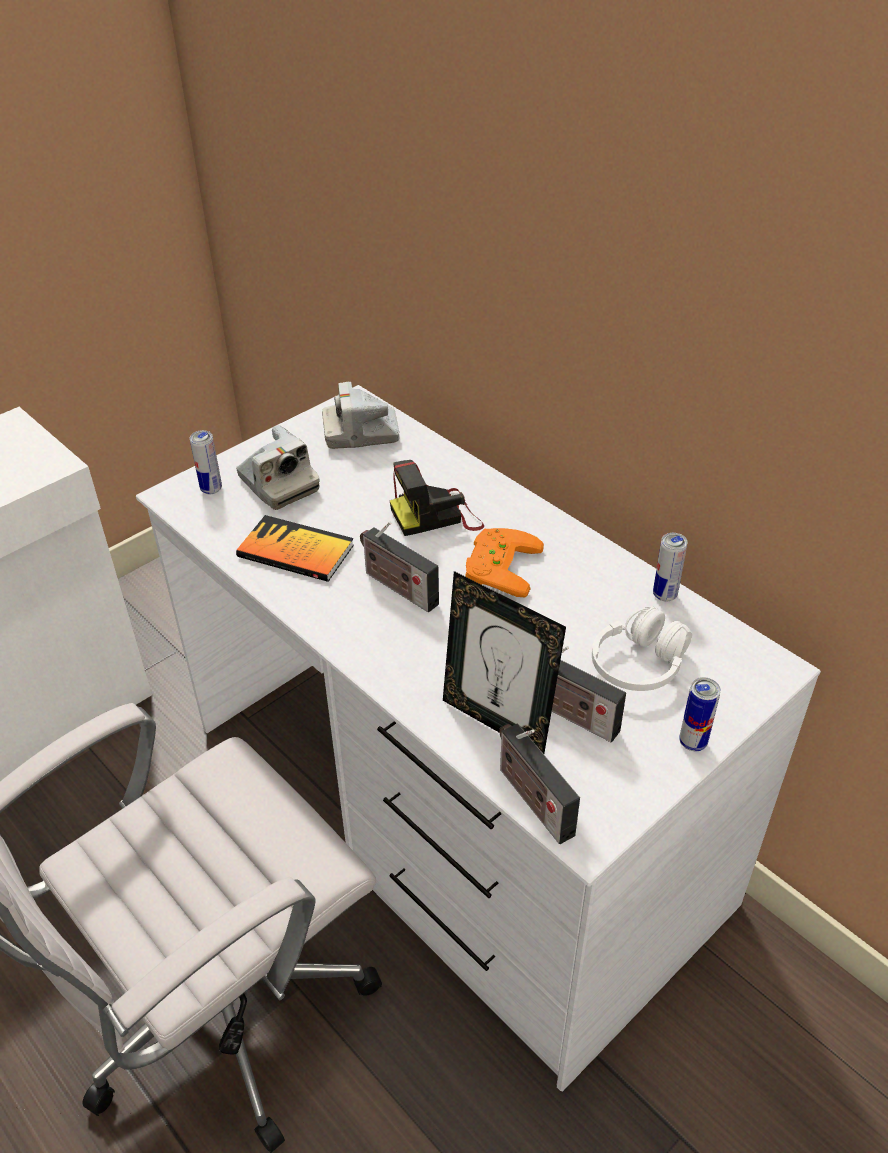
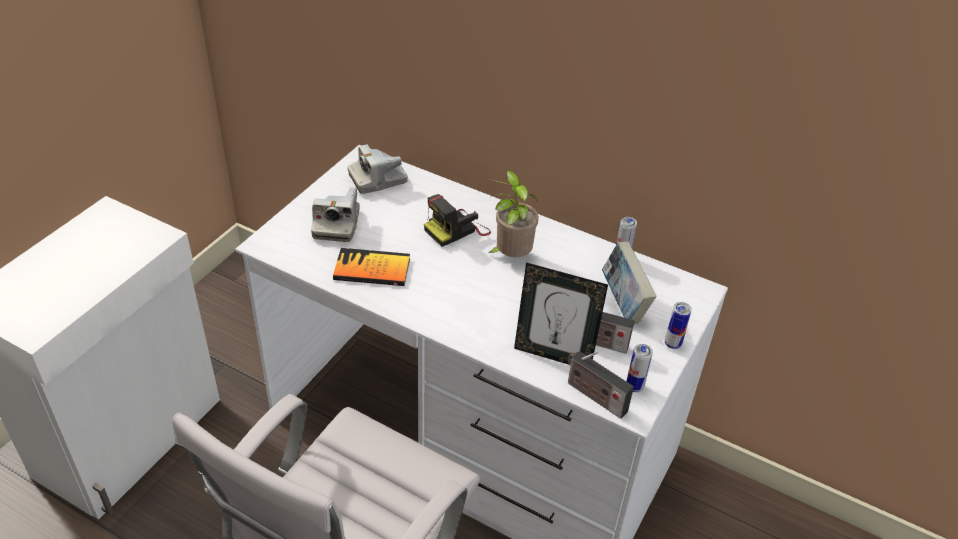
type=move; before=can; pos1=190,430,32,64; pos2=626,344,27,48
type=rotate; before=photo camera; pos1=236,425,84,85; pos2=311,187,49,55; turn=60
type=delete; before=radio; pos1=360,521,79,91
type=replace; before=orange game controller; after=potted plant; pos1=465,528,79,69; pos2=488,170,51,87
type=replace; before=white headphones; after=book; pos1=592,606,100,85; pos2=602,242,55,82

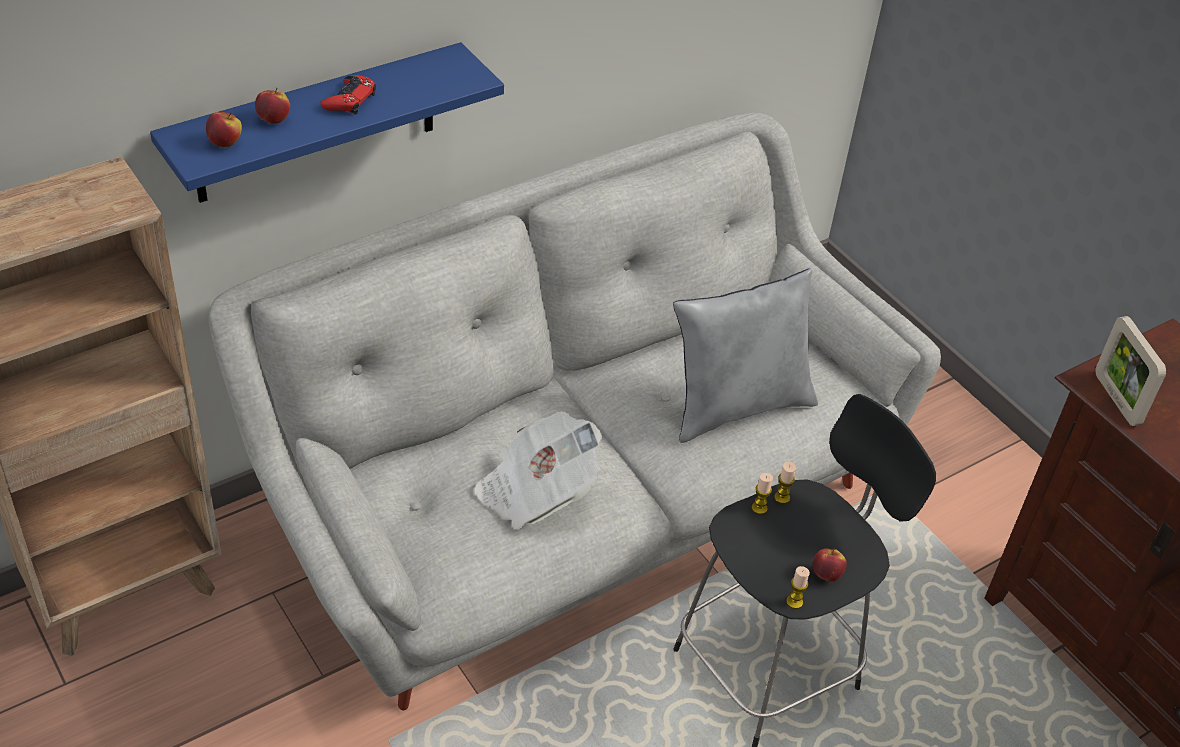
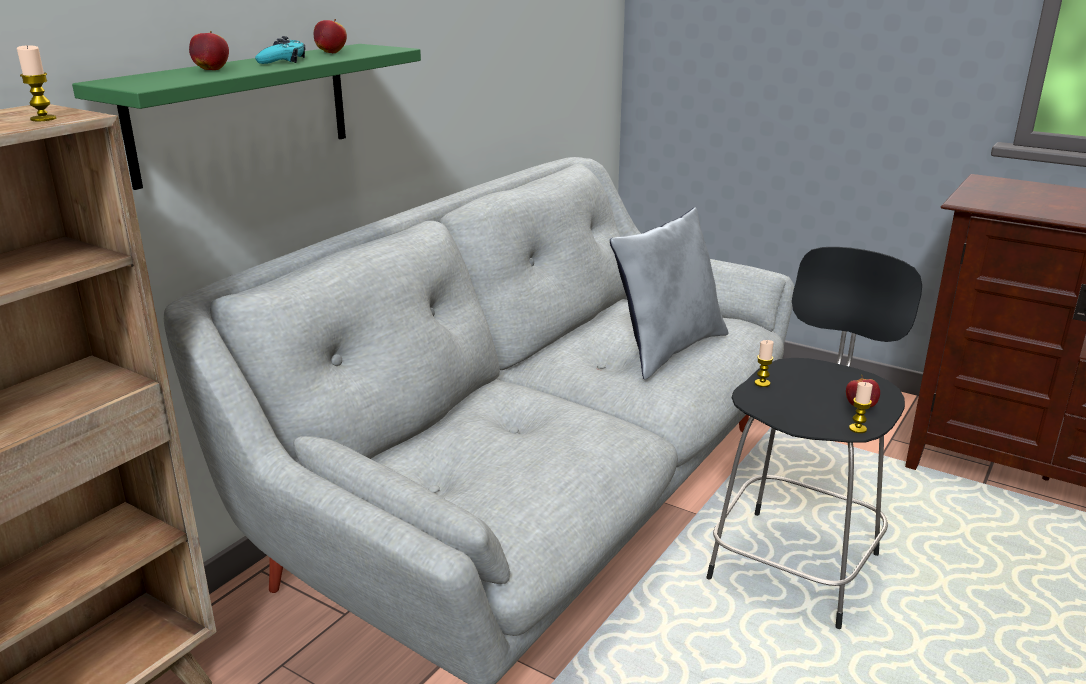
type=recolor; before=blue shelf; after=green shelf; pos1=150,42,354,161; pos2=72,44,349,146
type=move; before=apple; pos1=206,112,36,35; pos2=314,19,33,34
type=recolor; before=red game controller; after=turquoise game controller; pos1=320,75,56,40; pos2=255,36,50,28
type=delete; before=newspaper; pos1=475,411,127,119
type=move; before=candle; pos1=774,462,22,42; pos2=17,45,39,76
type=delete; before=picture frame; pos1=1096,316,70,110

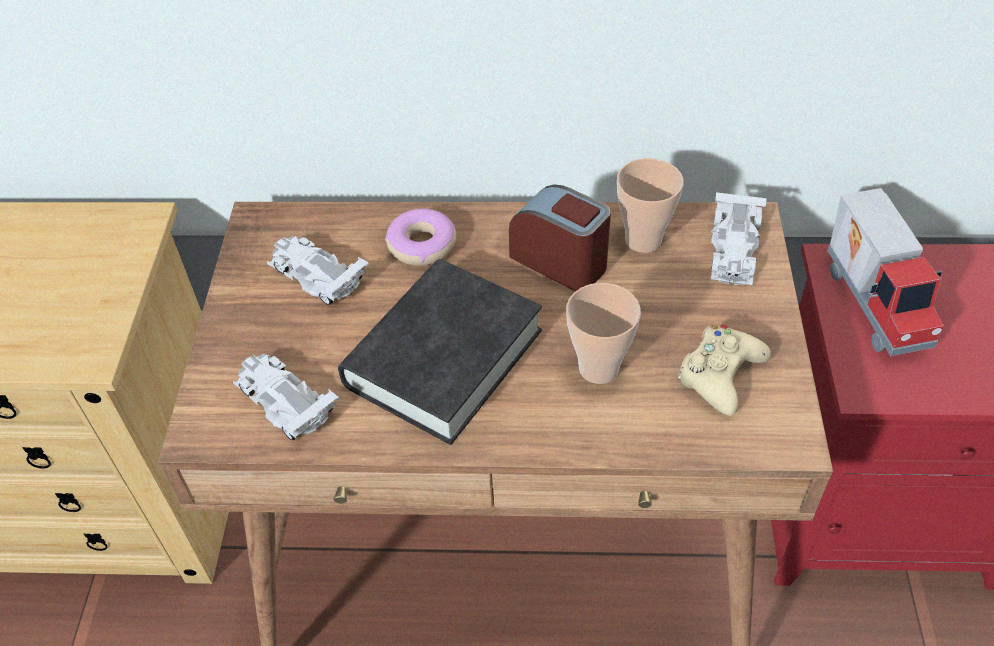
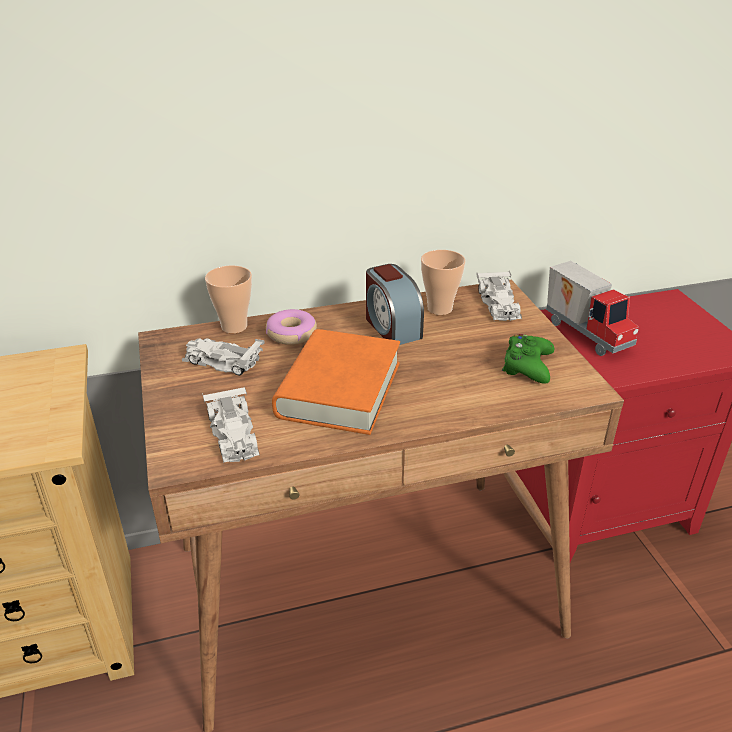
type=rotate; before=white toy car; pos1=233,354,106,86; pos2=202,386,58,77; turn=-135
type=recolor; before=black book; after=orange book; pos1=338,259,204,186; pos2=272,329,128,106
type=rotate; before=alarm clock; pos1=509,185,102,106; pos2=366,264,58,81; turn=-135
type=move; before=cup; pos1=566,283,75,101; pos2=205,265,47,68
type=recolor; before=beige game controller; after=green game controller; pos1=677,325,94,91; pos2=502,334,52,50

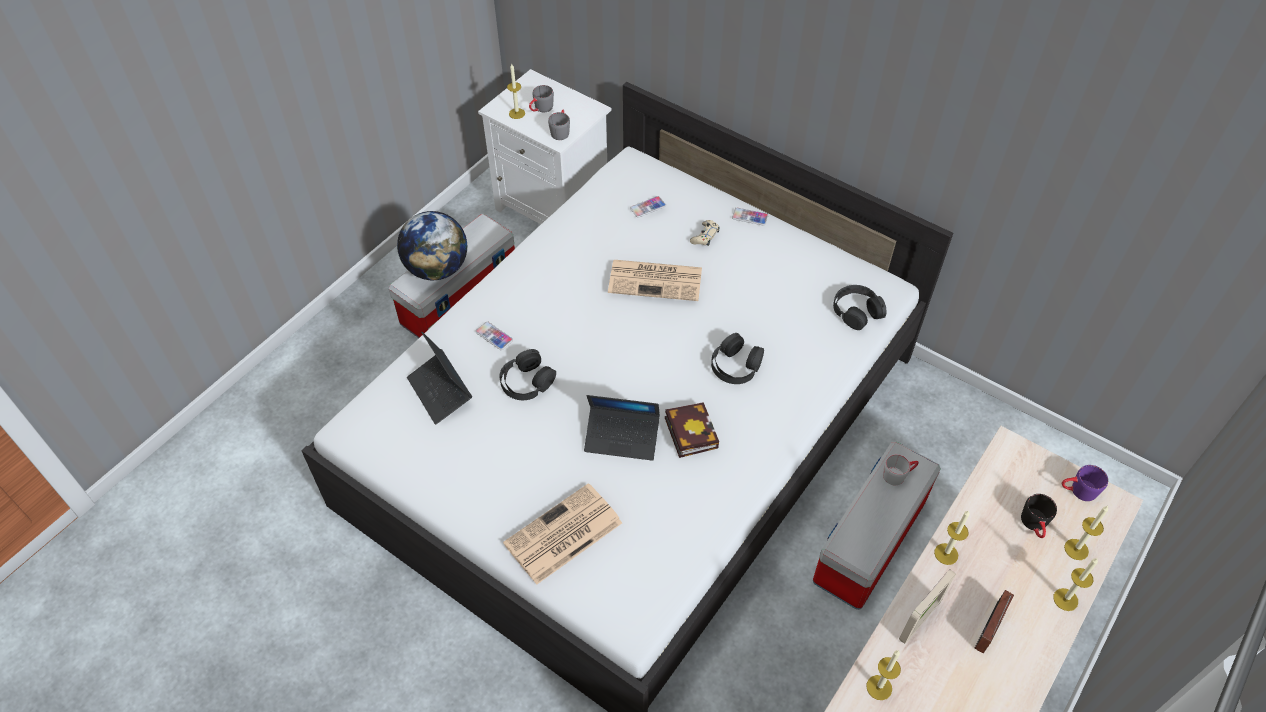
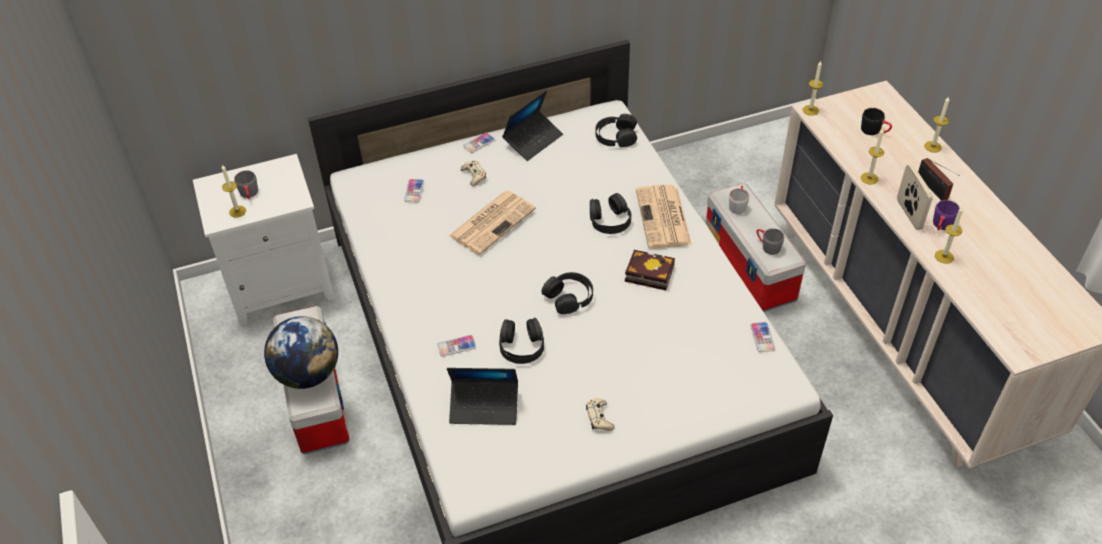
type=move; before=newspaper; pos1=503,483,119,102; pos2=636,185,56,63
type=move; before=grey mug; pos1=548,110,22,30; pos2=756,228,28,27
type=move; before=laptop; pos1=584,395,76,66; pos2=502,90,61,71
type=move; before=purple mug; pos1=1062,465,46,36; pos2=933,200,27,30
type=move; before=candle; pos1=1064,506,44,54; pos2=803,61,20,55
type=insert; after=black headphones; pos2=542,272,51,42
type=insert; after=beige game controller; pos2=586,398,29,33
type=insert; after=phone; pos2=750,322,25,30

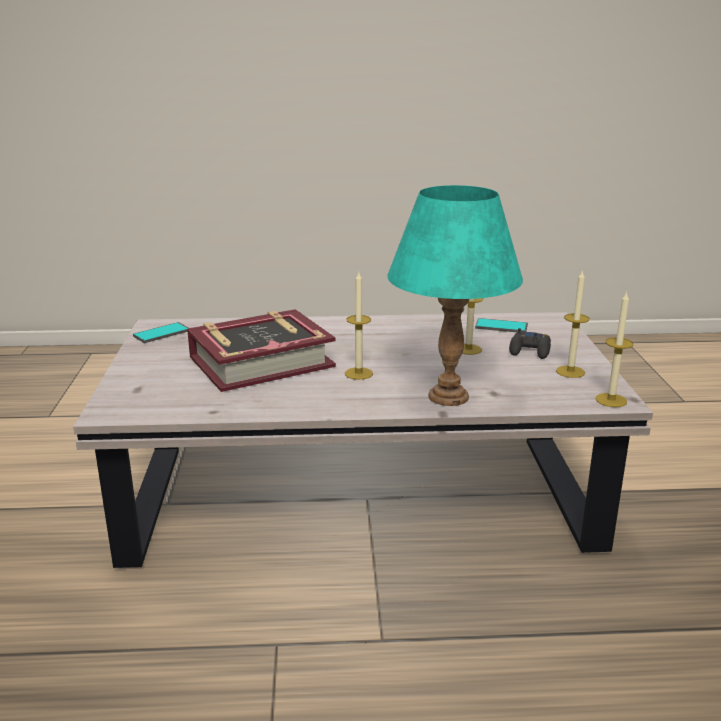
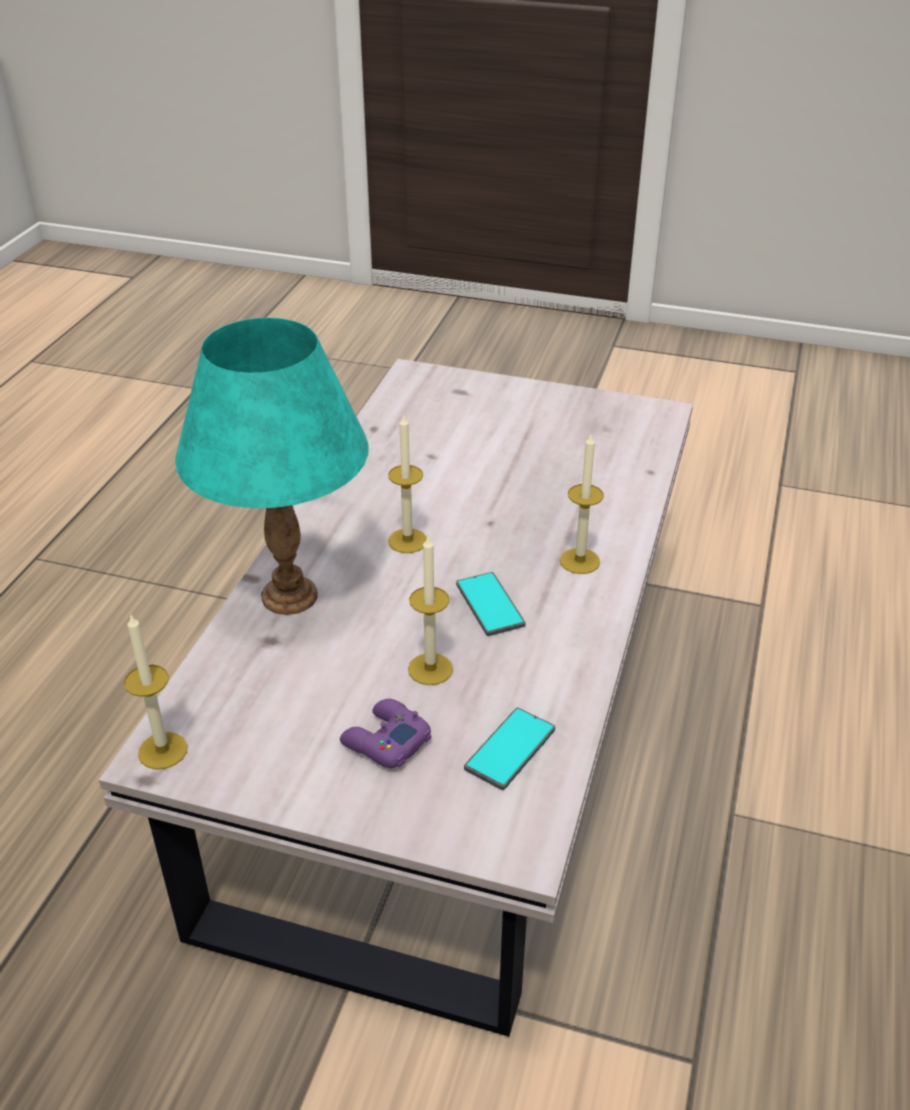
type=move; before=phone; pos1=133,322,56,21; pos2=456,572,70,64
type=delete; before=book; pos1=187,309,149,83
type=recolor; before=black game controller; after=purple game controller; pos1=509,328,42,31; pos2=340,699,91,69
type=move; before=candle; pos1=556,269,34,109; pos2=560,434,44,140

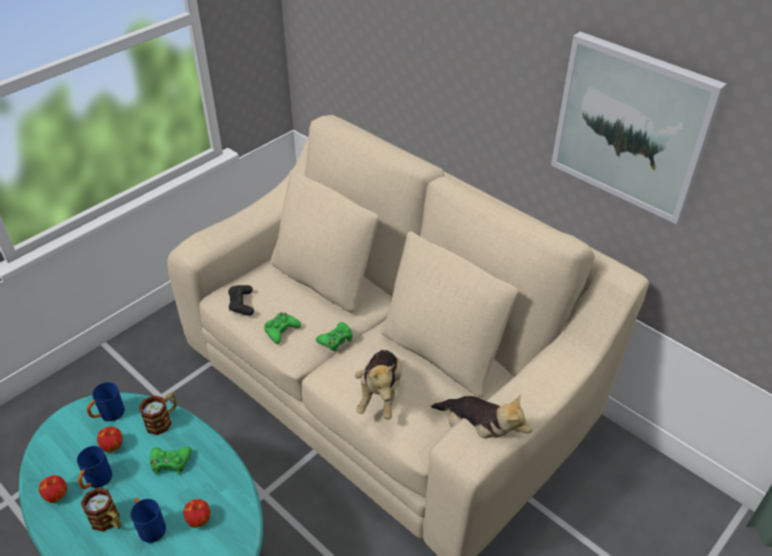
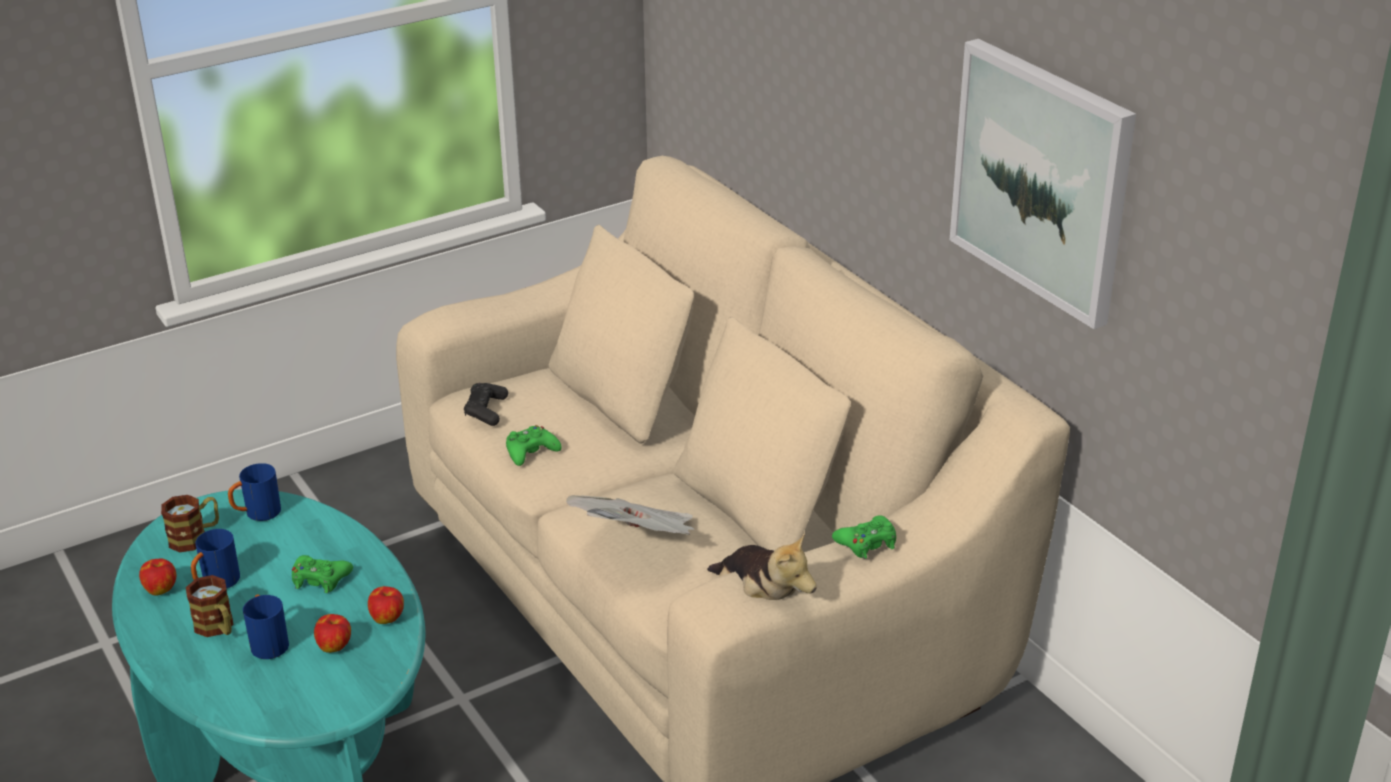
type=move; before=apple; pos1=97,427,26,25; pos2=368,586,36,38
type=move; before=mug; pos1=139,393,38,42; pos2=161,495,58,57
type=move; before=green game controller; pos1=316,322,37,30; pos2=832,515,64,44
type=replace; before=plush toy; after=newspaper; pos1=355,350,47,70; pos2=566,495,128,40

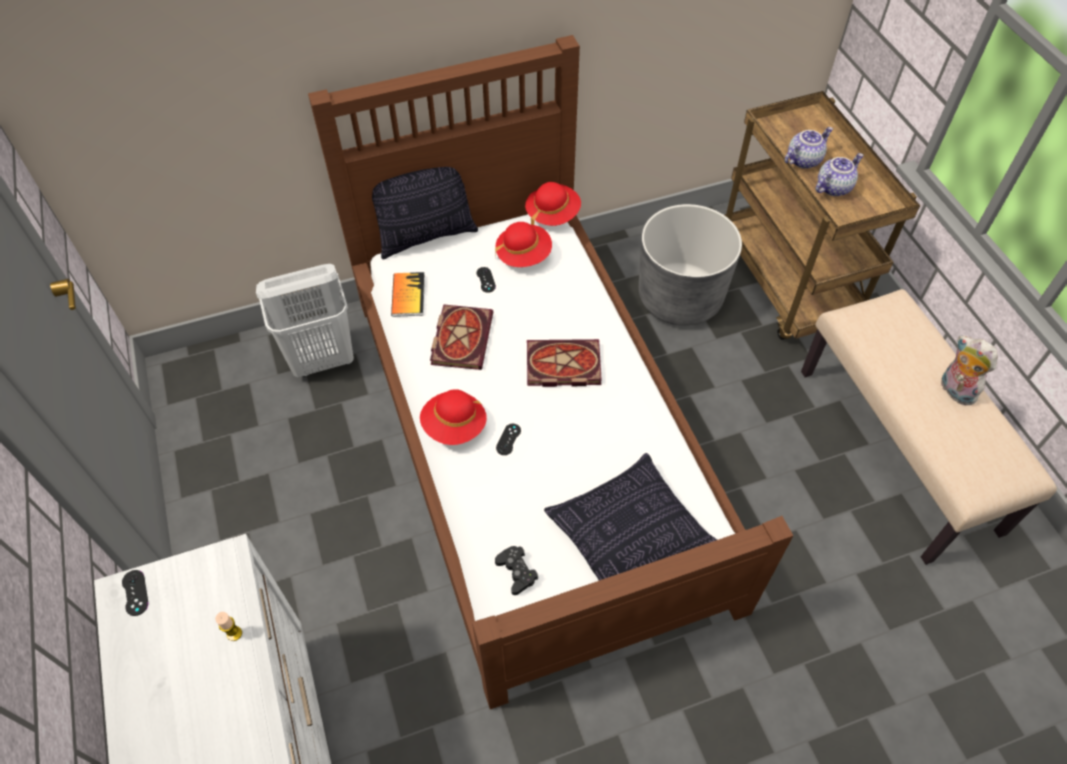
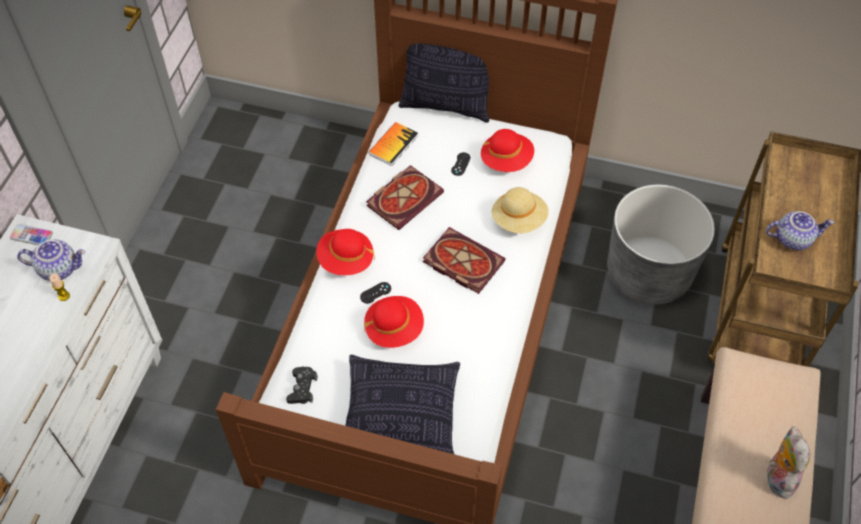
type=replace; before=black game controller; after=phone; pos1=122,570,26,46; pos2=10,224,43,21
type=delete; before=white laundry basket; pos1=256,264,98,113
type=move; before=red hat; pos1=525,182,56,44; pos2=364,296,60,52
type=move; before=teapot; pos1=785,127,48,42; pos2=17,239,68,42
type=insert; after=beige hat; pos2=492,187,57,46

